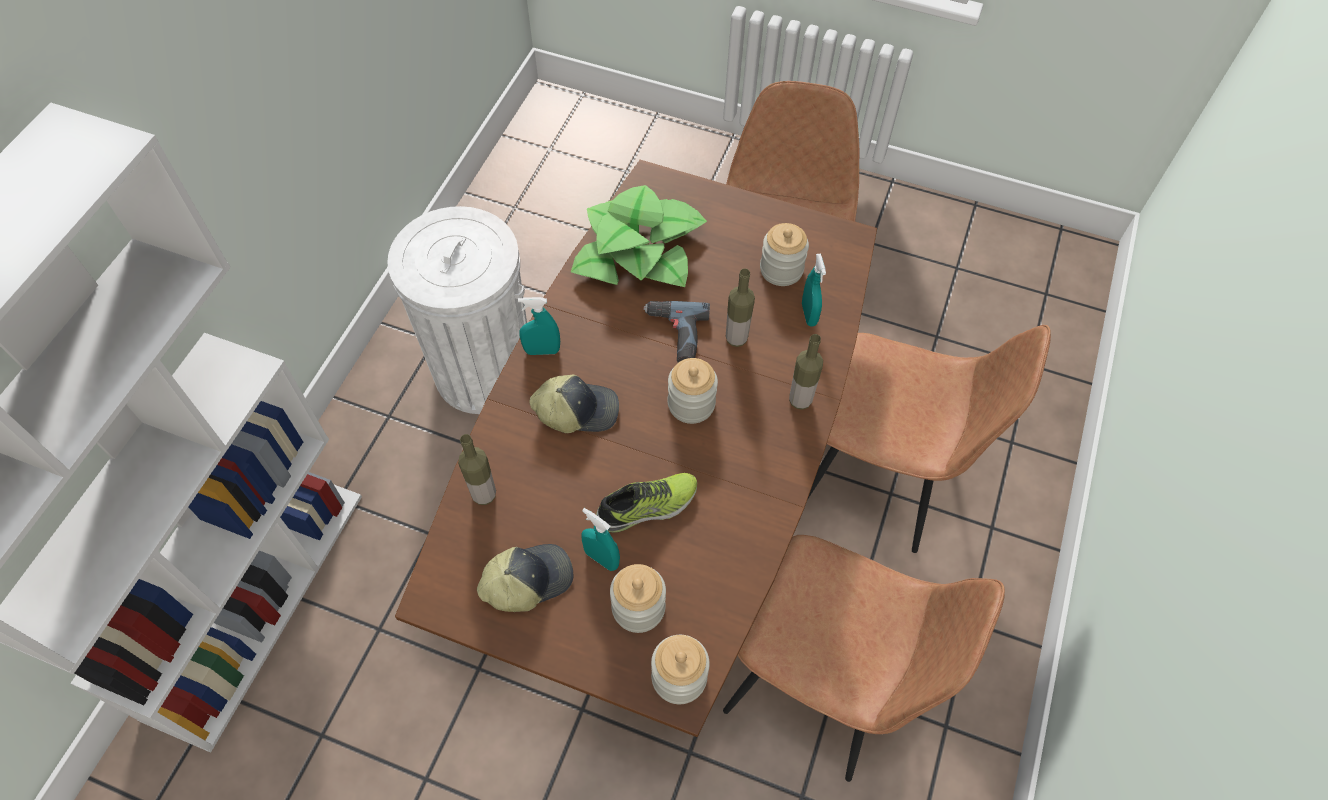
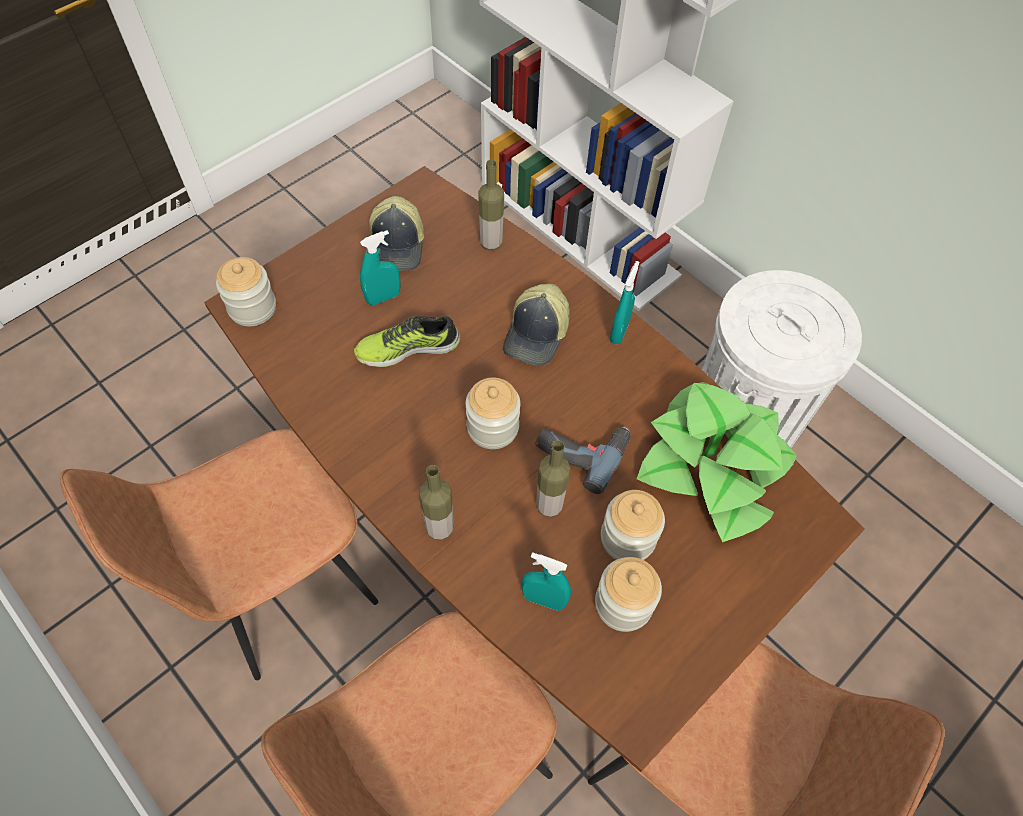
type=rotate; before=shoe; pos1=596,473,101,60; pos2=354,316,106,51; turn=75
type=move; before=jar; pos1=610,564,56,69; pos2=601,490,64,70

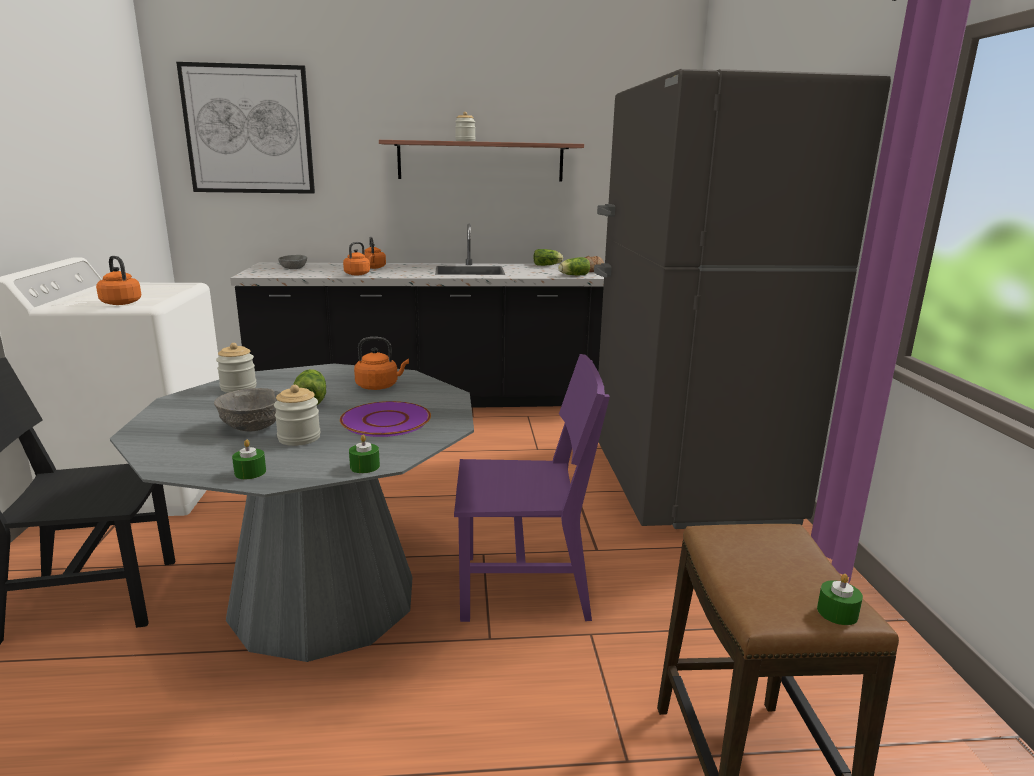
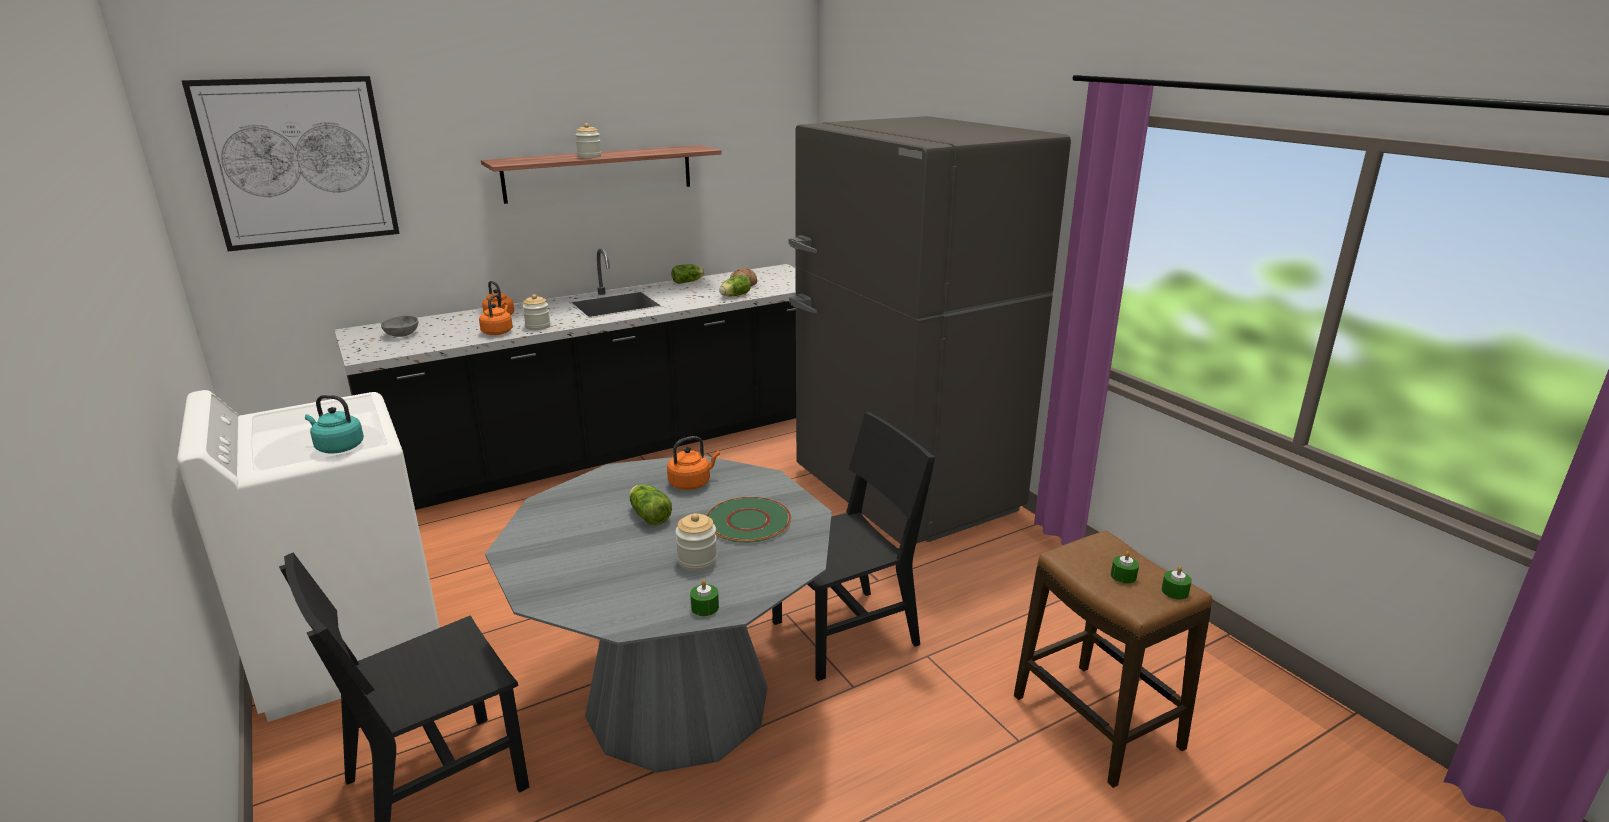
type=recolor; before=orange kettle; after=turquoise kettle; pos1=96,256,45,49; pos2=305,395,59,59
type=delete; before=grey bowl; pos1=214,388,67,44
type=move; before=jar; pos1=216,343,41,50; pos2=522,294,28,36
type=recolor; before=purple plate; after=green plate; pos1=340,401,91,36; pos2=706,497,85,46
type=move; before=green candle; pos1=349,435,31,38; pos2=1111,551,28,33
type=recolor; before=purple chair; after=black chair; pos1=454,354,156,268; pos2=772,412,163,269

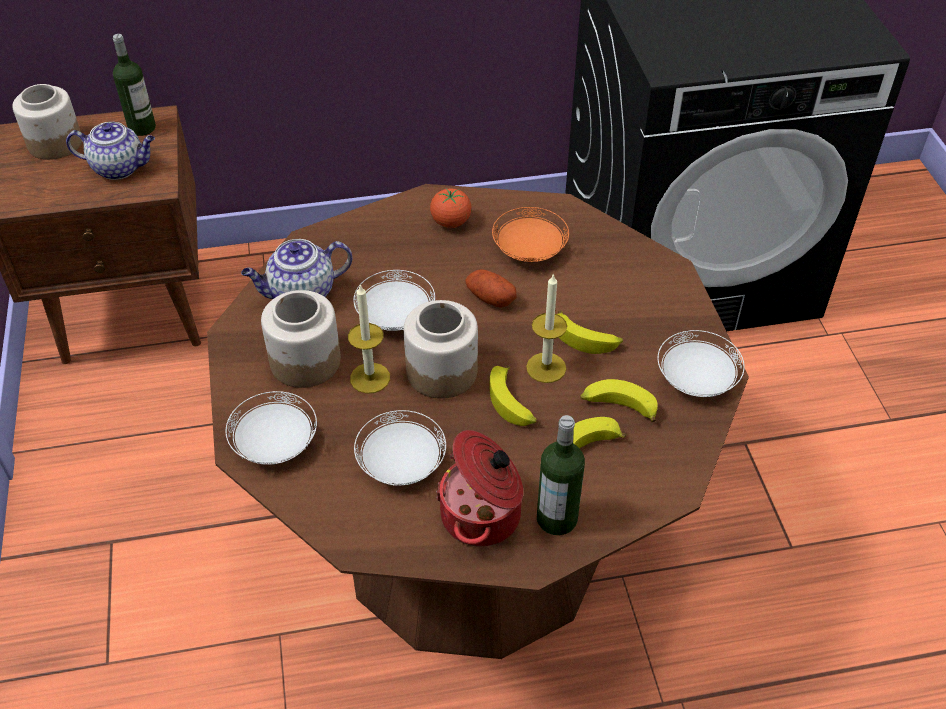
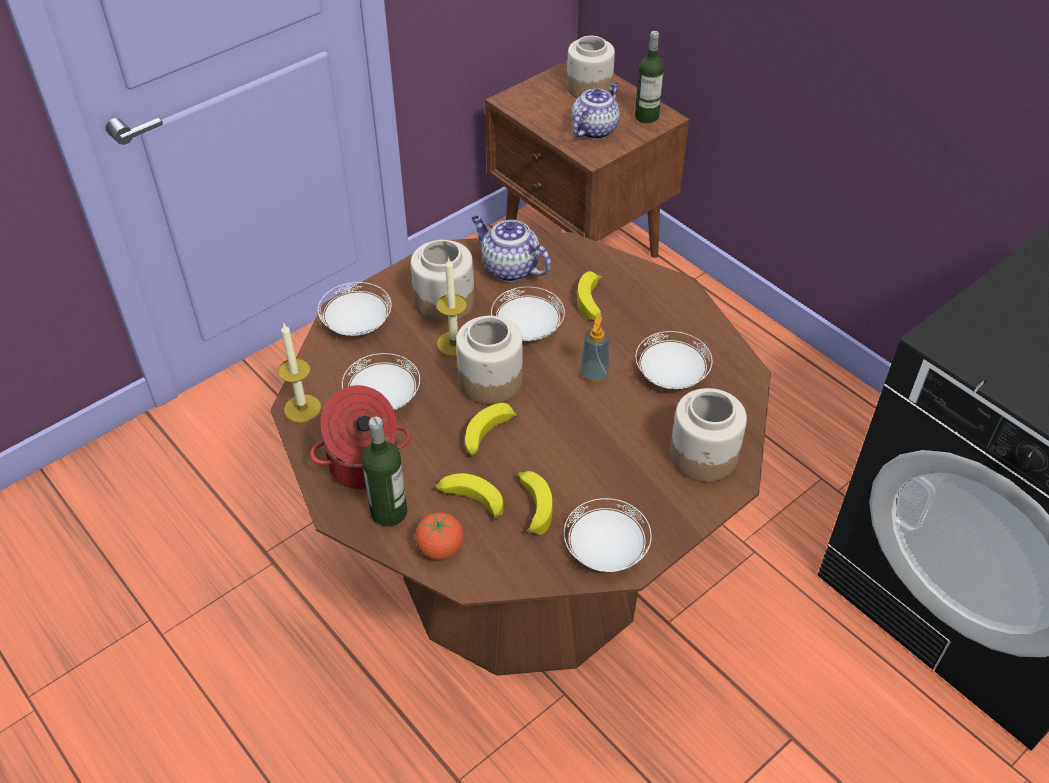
type=rotate; before=teapot; pos1=66,122,89,58; pos2=572,82,48,57; turn=-120
type=move; before=tomato; pos1=430,188,41,40; pos2=415,512,49,48
type=replace; before=potato; after=soap dispenser; pos1=465,269,52,39; pos2=580,316,29,67
type=recolor; before=orange plate; after=white plate; pos1=492,207,77,55; pos2=635,331,77,58
type=move; before=candle; pos1=526,273,41,110; pos2=278,322,43,101
type=move; before=banana; pos1=558,311,65,43; pos2=577,271,26,49
type=insert; after=jar; pos2=670,388,77,94

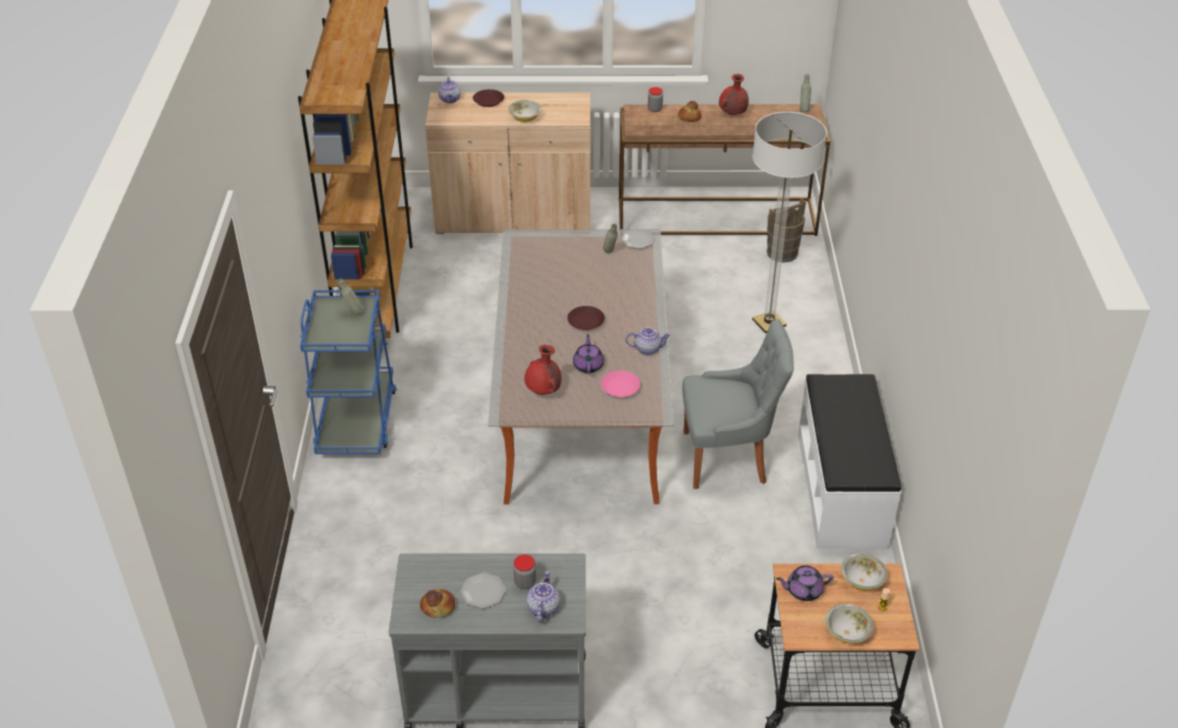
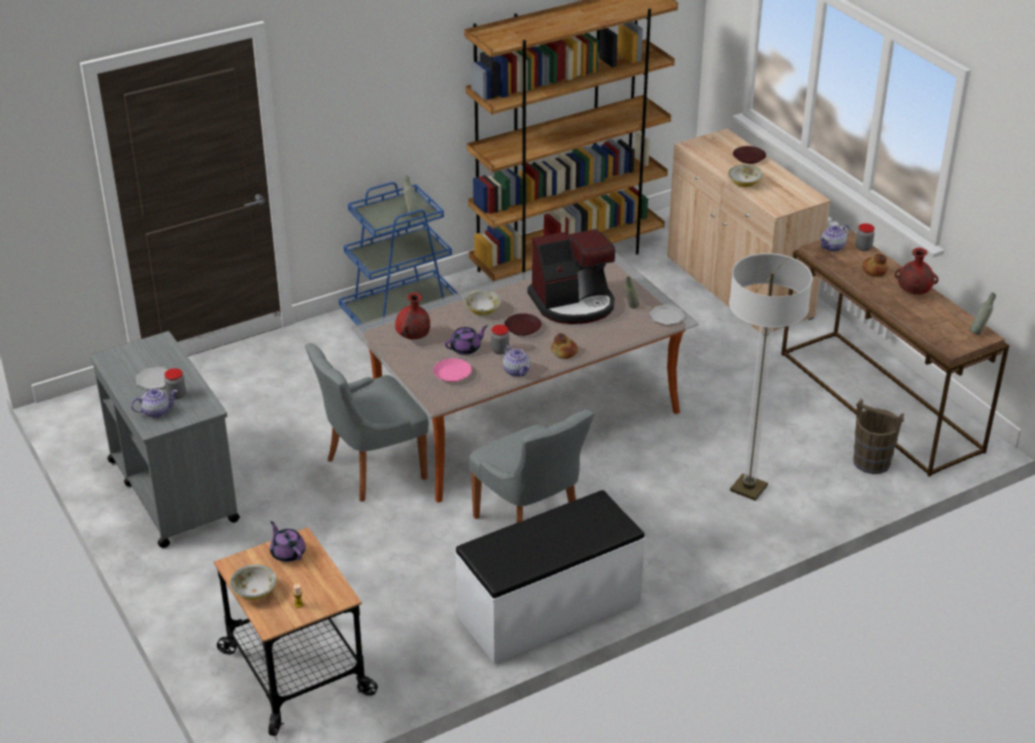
type=move; before=bread; pos1=420,589,35,29; pos2=551,333,27,26
type=move; before=teapot; pos1=438,77,23,26; pos2=820,225,30,27
type=move; before=bowl; pos1=841,554,47,37; pos2=464,290,37,25
type=insert; after=grey chair; pos2=305,343,124,159
type=insert; after=jar; pos2=491,325,18,29
type=insert; after=coffee machine; pos2=527,229,88,95

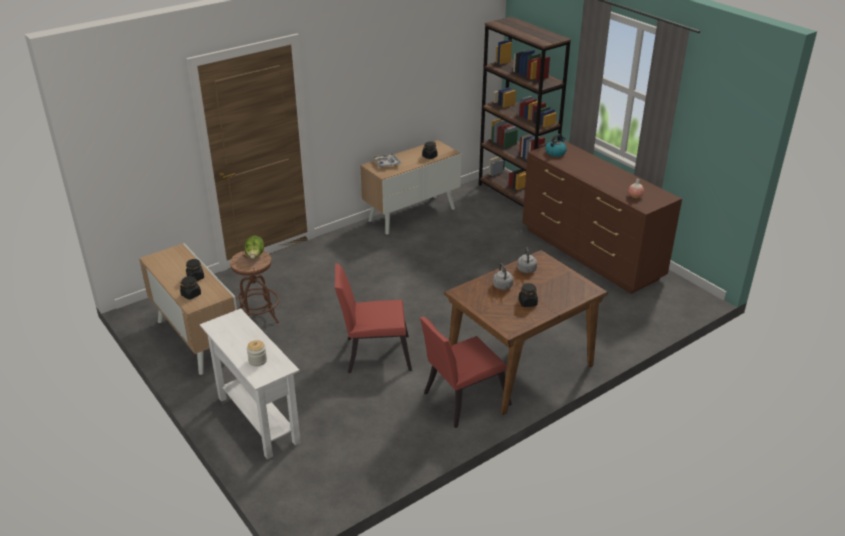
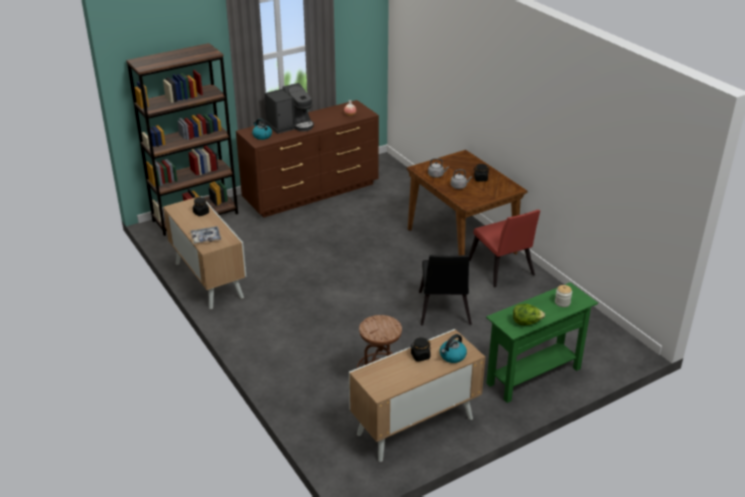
type=replace; before=black jar; after=kettle; pos1=180,276,21,24; pos2=440,334,27,29
type=recolor; before=white console table; after=green console table; pos1=200,308,101,151; pos2=486,282,112,121
type=move; before=lettuce; pos1=244,236,20,23; pos2=513,304,32,21
type=recolor; before=red chair; after=black chair; pos1=335,264,77,109; pos2=419,255,53,70
type=insert; after=coffee machine; pos2=264,83,50,51

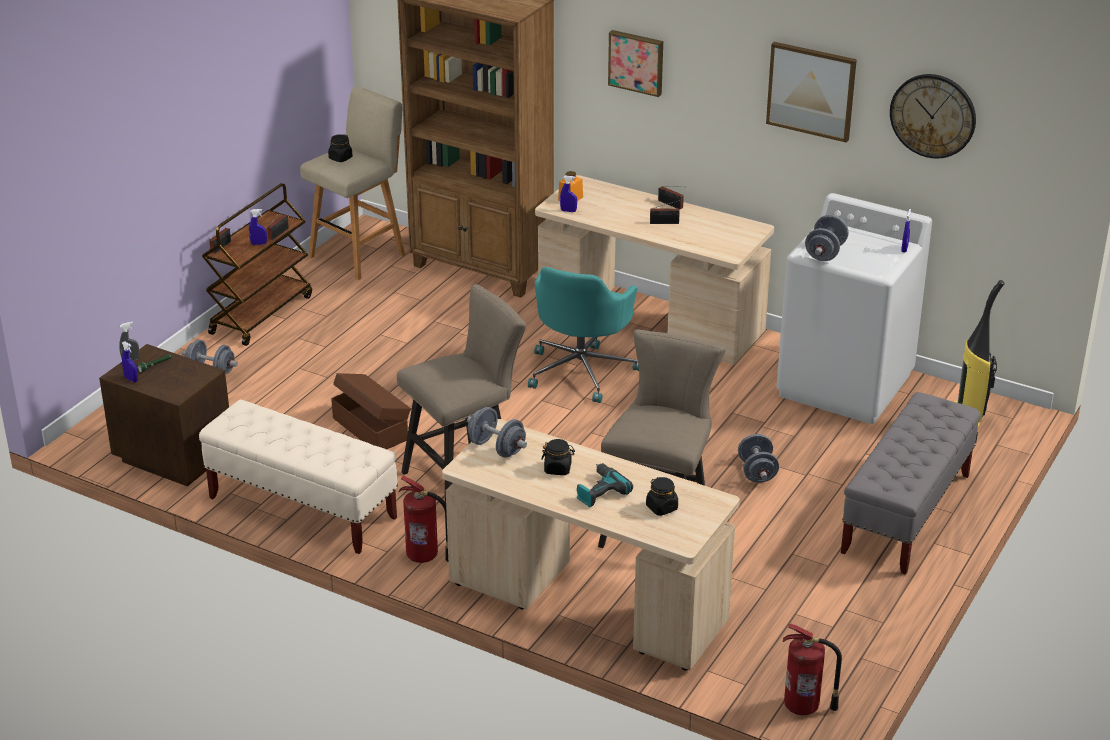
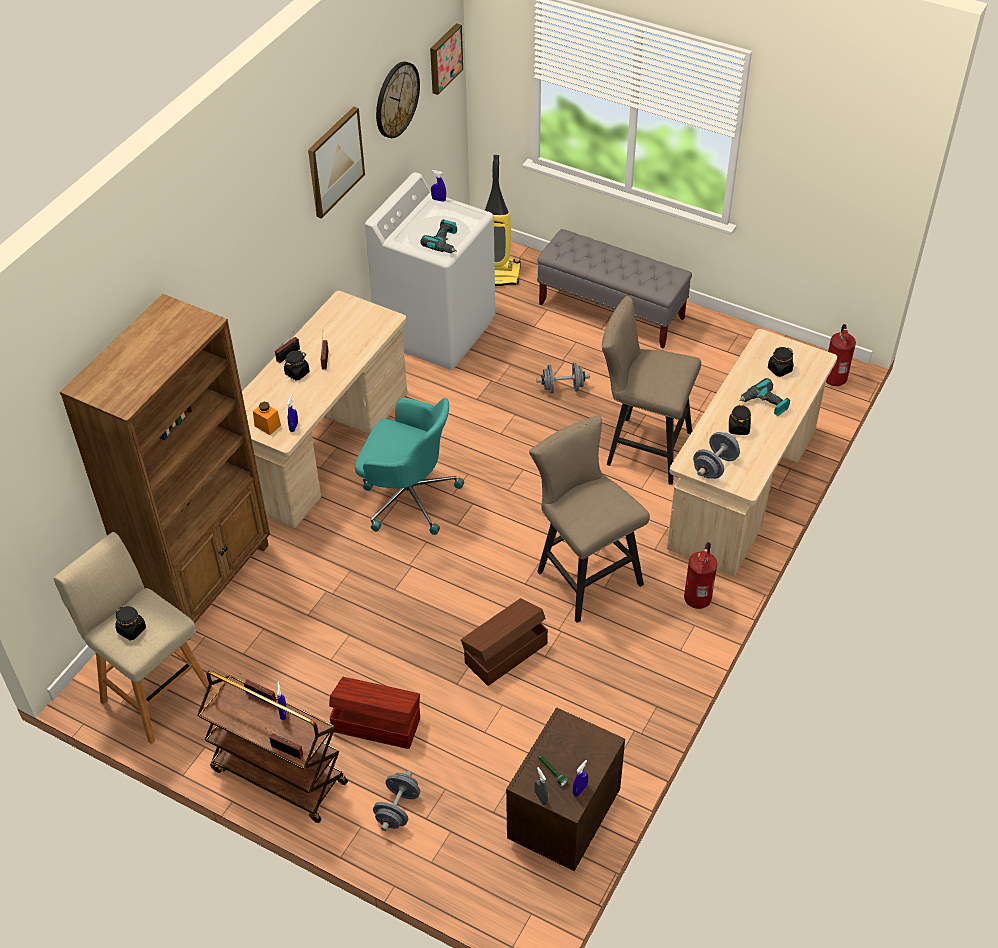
type=delete; before=beige bench; pos1=199,399,199,155
type=move; before=picture; pos1=608,30,55,67; pos2=430,23,33,72
type=replace; before=grey dumbbell; after=power drill; pos1=805,215,44,46; pos2=421,219,36,34
type=insert; after=black jar; pos2=284,351,26,29
type=insert; after=brown storage box; pos2=329,677,91,72

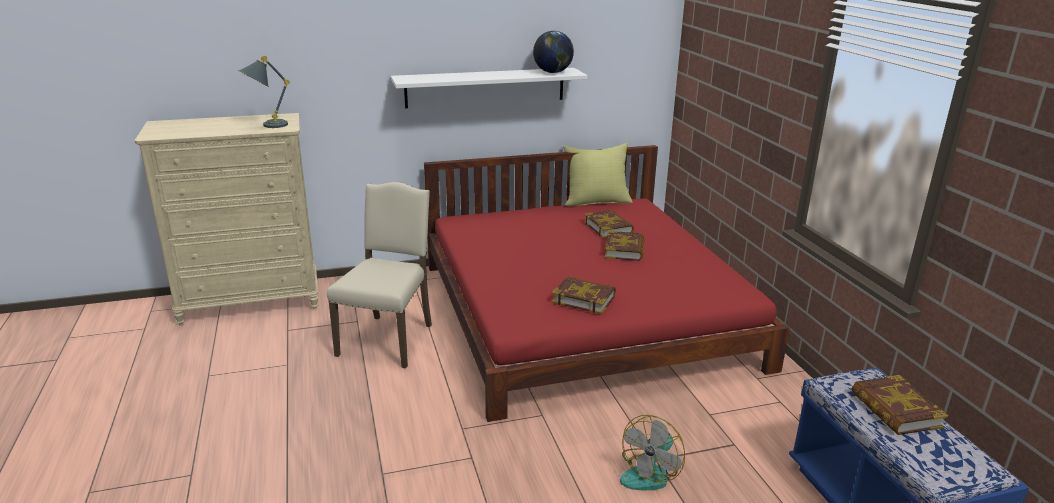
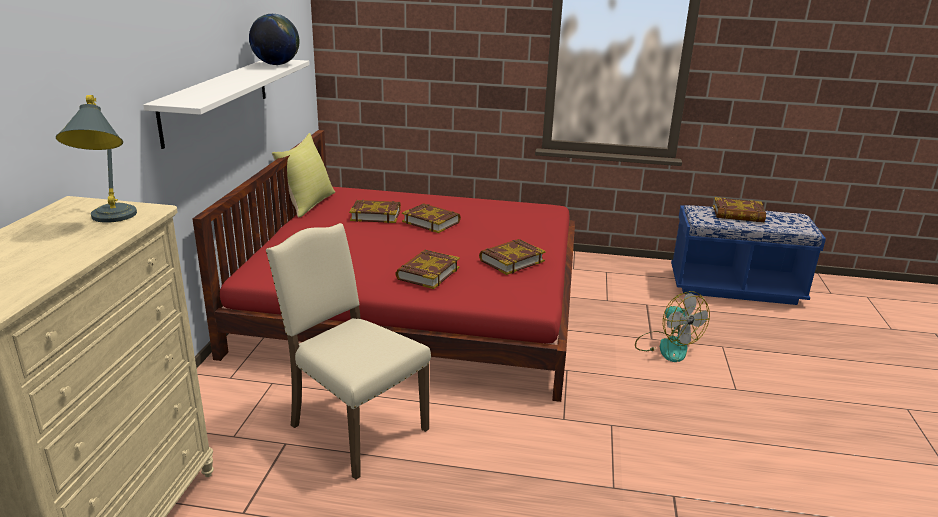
type=insert; after=book; pos2=395,250,65,39

